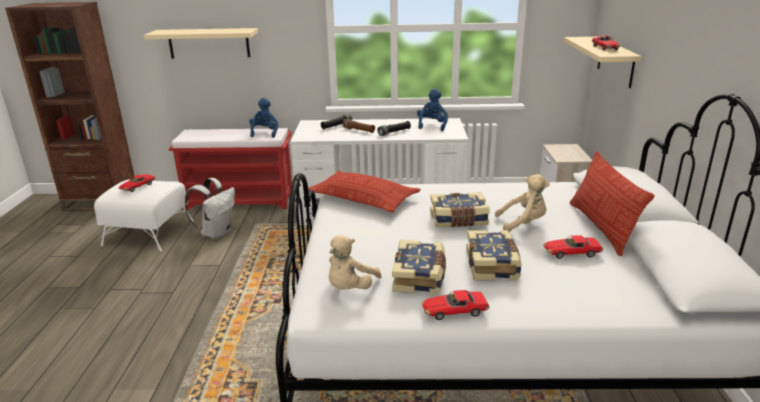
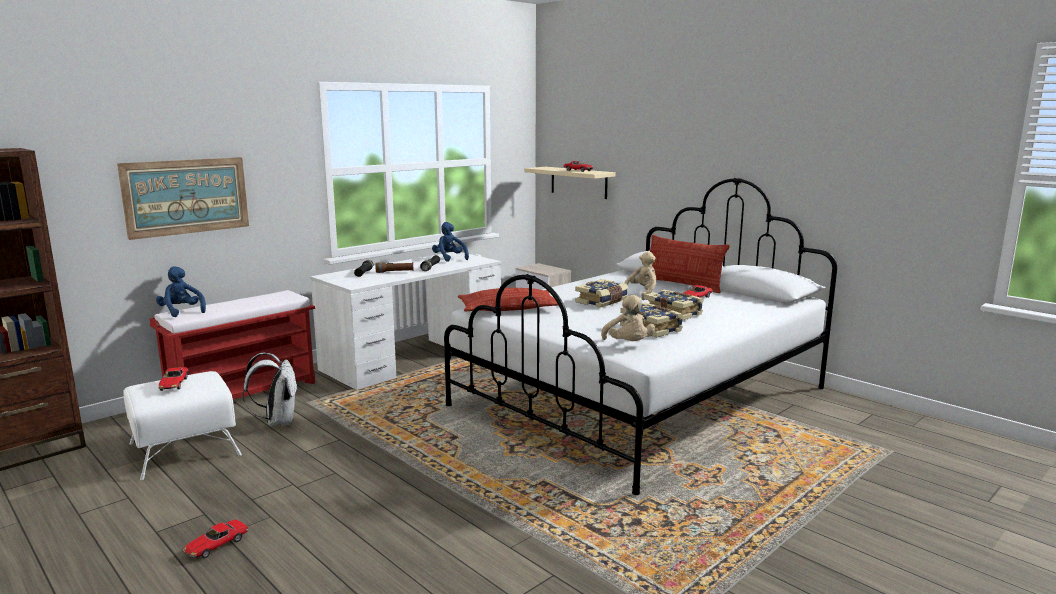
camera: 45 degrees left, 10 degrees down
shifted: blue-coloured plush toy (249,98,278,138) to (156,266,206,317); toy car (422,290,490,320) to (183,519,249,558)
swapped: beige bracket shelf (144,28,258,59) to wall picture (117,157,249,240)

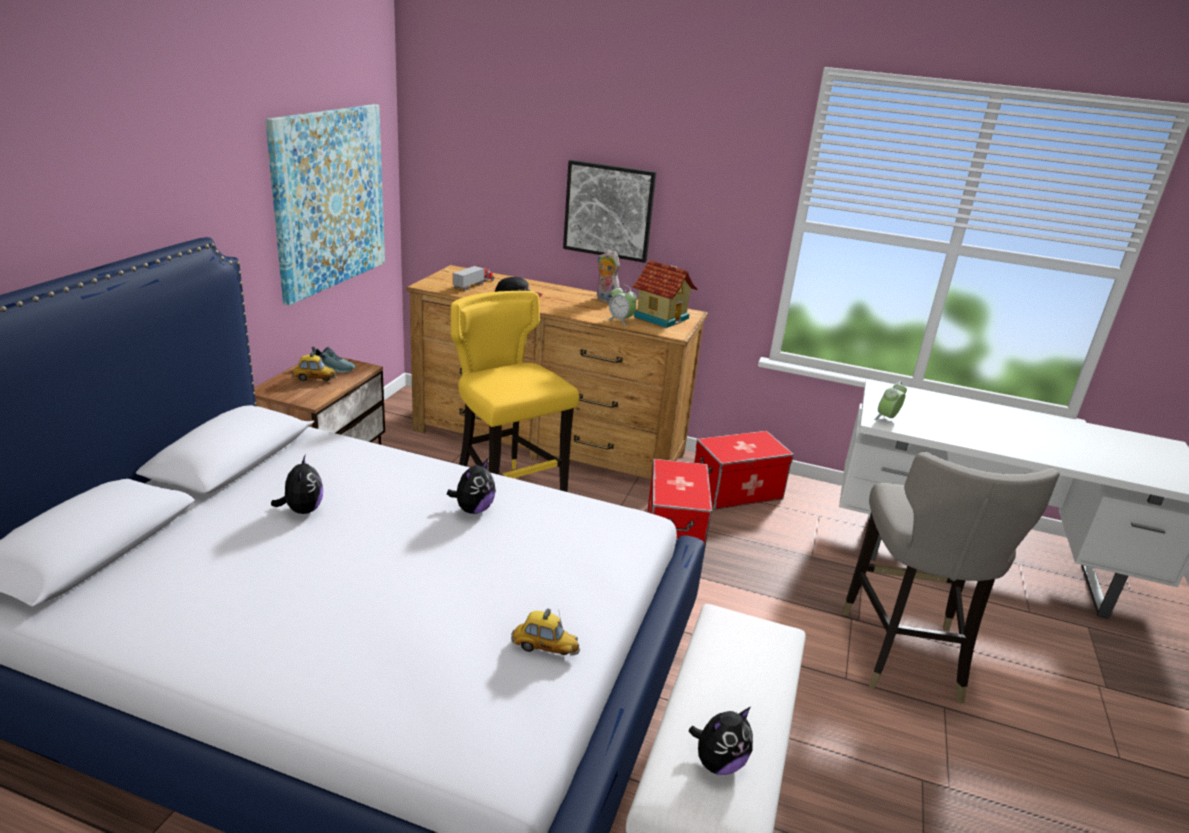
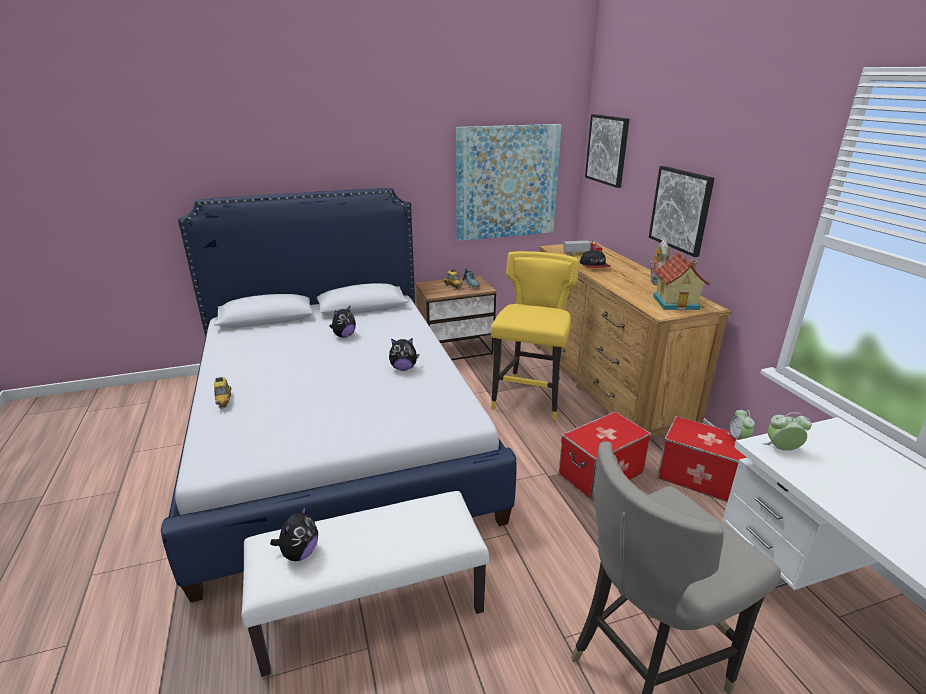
camera: 55 degrees right, 0 degrees up
new: wall picture (585,114,629,188)
shifted: table clock (608,285,637,326) to (727,409,755,442); toy car (511,608,580,656) to (214,377,231,409)
rotated: plush toy (689,707,753,775) = (270,505,318,561) 90 degrees counterclockwise

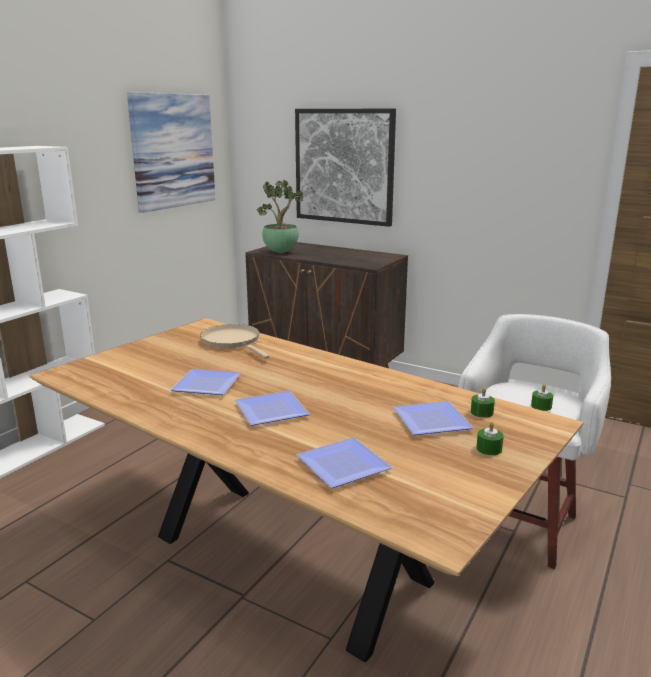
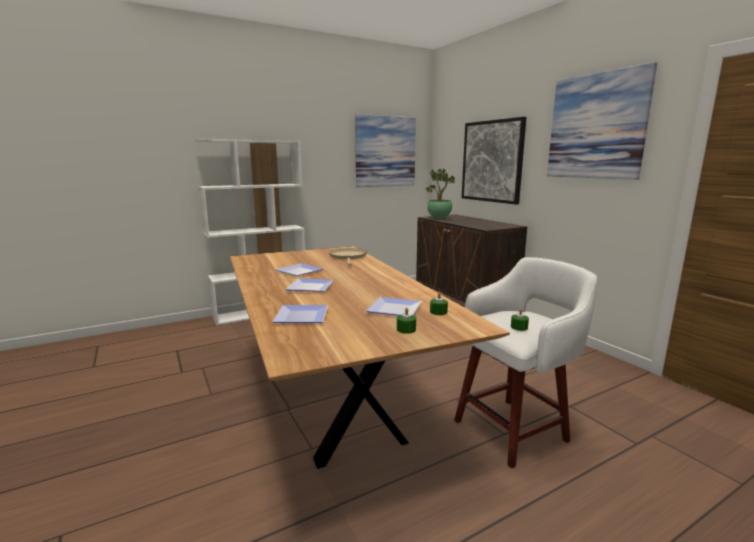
camera: 30 degrees right, 5 degrees down
new: wall picture (547,62,657,180)

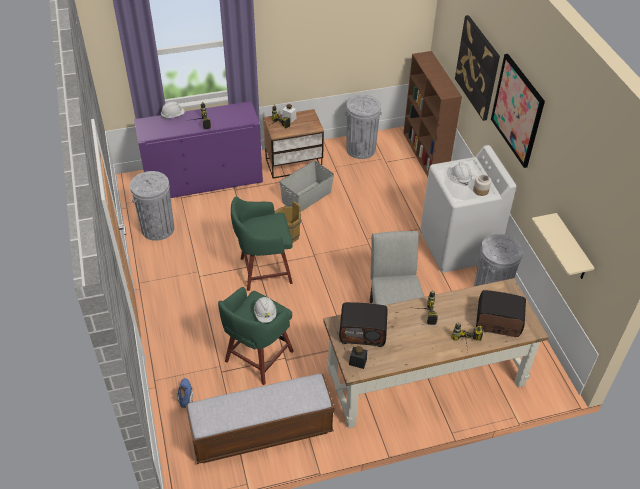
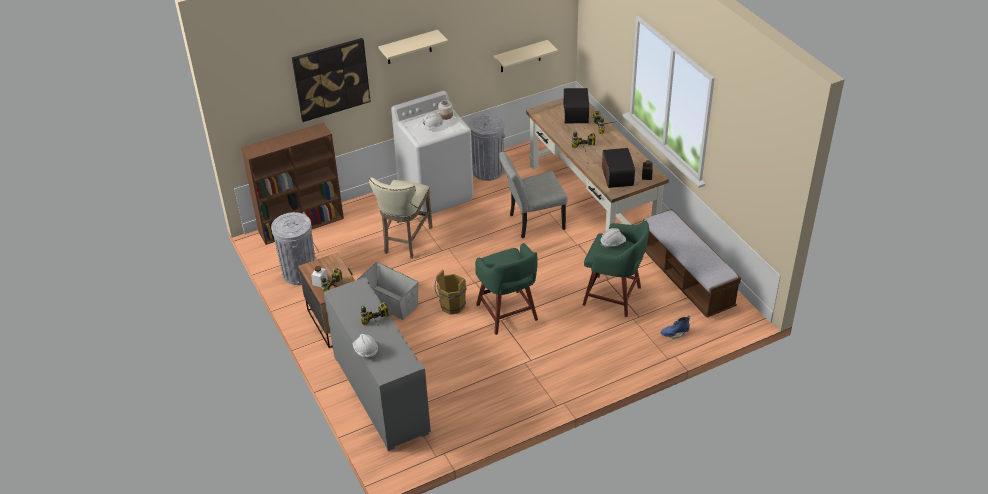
camera: 100 degrees left, 5 degrees down
gone: gray rubbish bin (130,171,174,241)
new: beige stool (369,177,433,259)
swapped: wall picture (491,54,545,168) to beige bracket shelf (378,30,448,64)
repainted: purple storage cabinet (134,101,263,198) to gray storage cabinet (324,277,431,451)

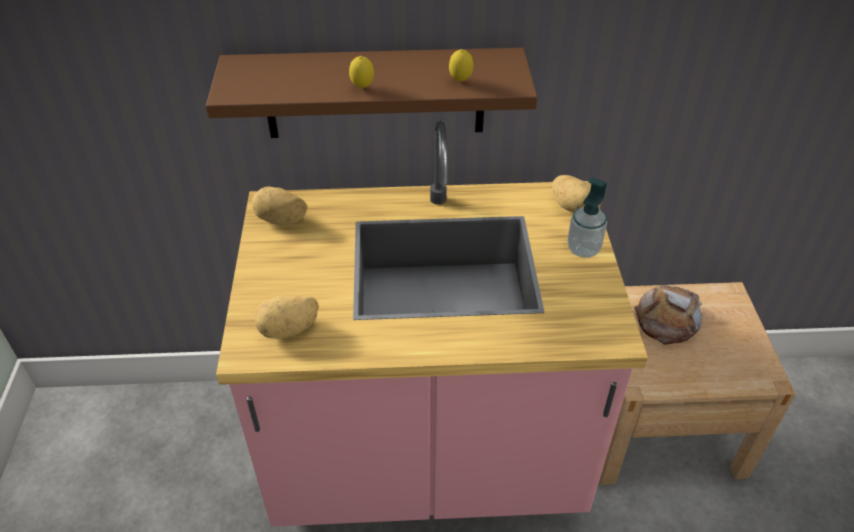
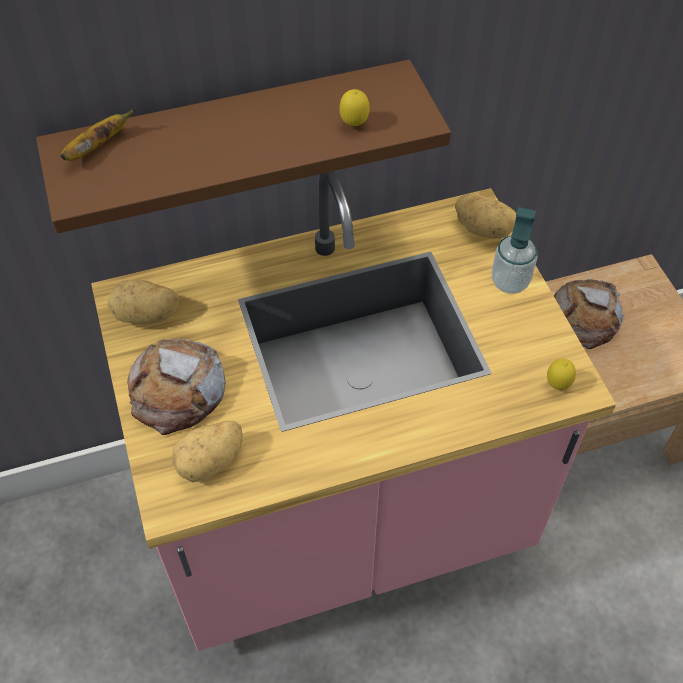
camera: 15 degrees left, 10 degrees up
new: banana fruit (61,108,136,161); bakery bread (127,339,226,435)
shifted: citrus fruit (349,56,374,89) to (547,359,576,390)

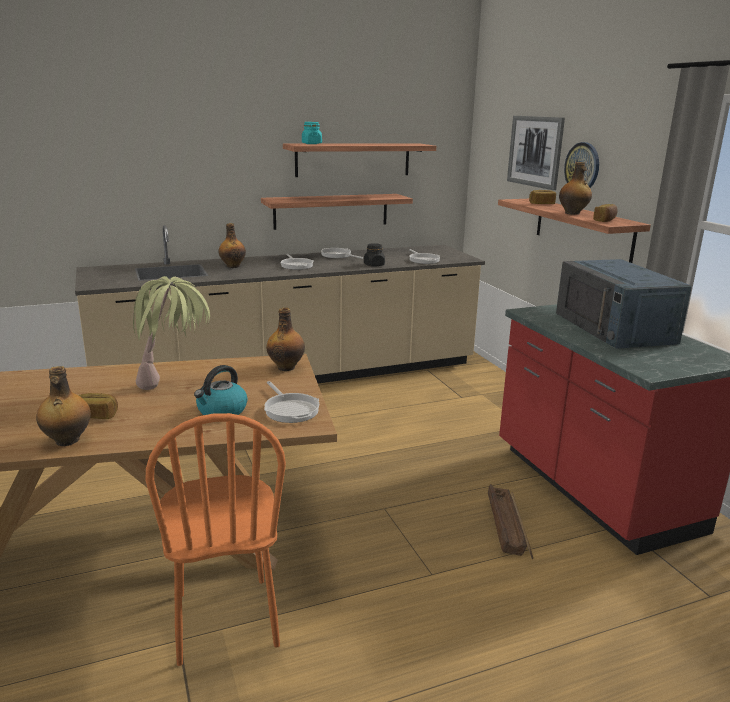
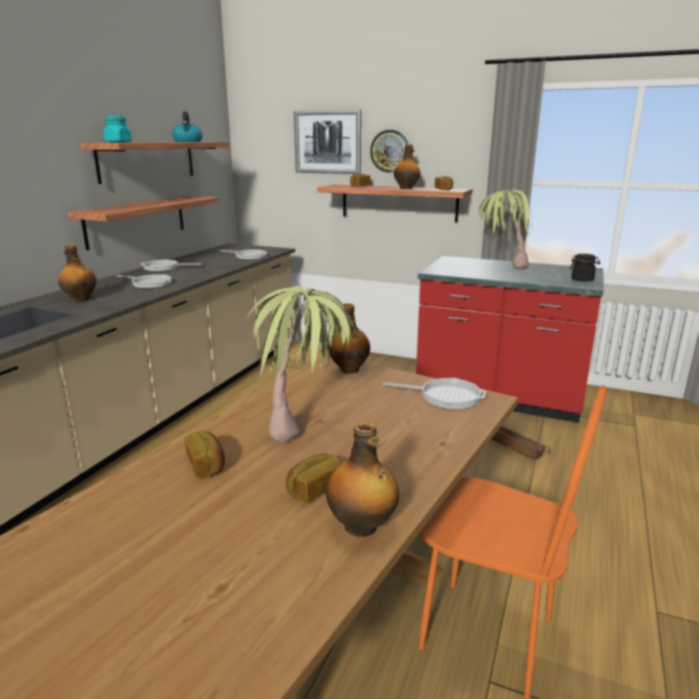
camera: 45 degrees left, 0 degrees up
new: bakery bread (184,431,225,478)
shifted: black-coloured preserve jar (364,243,385,267) to (569,254,600,281); kettle (194,365,248,415) to (172,111,203,142)
swapped: blue-coloured microwave oven (556,259,692,349) to houseplant (479,190,532,269)

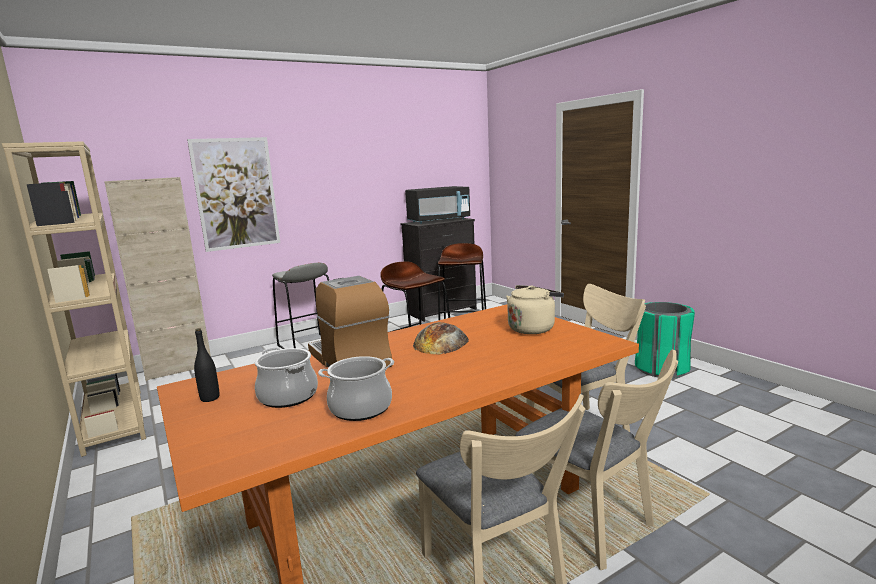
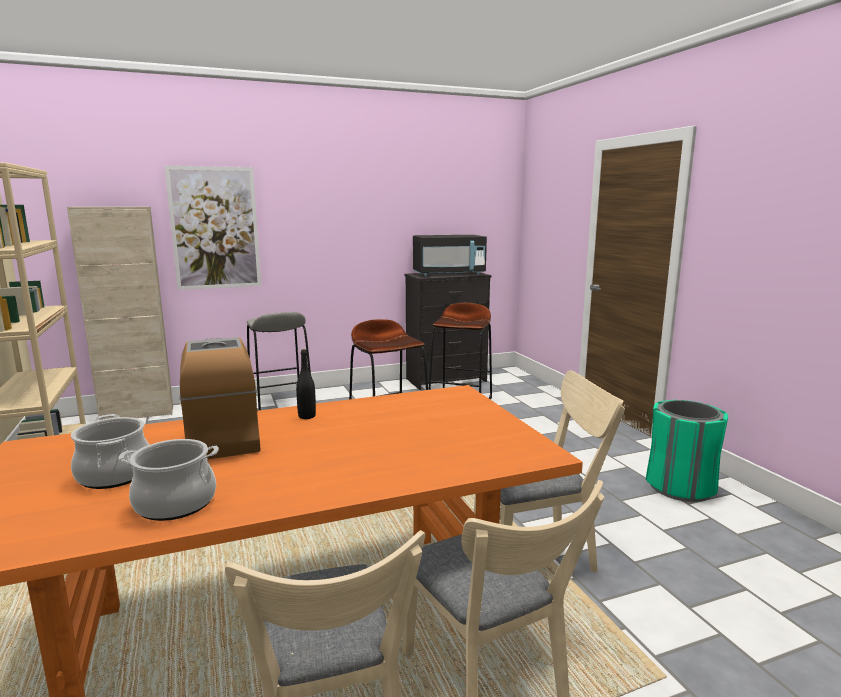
camera: 10 degrees right, 0 degrees up
gone: beige kettle (506,285,564,334); bakery bread (413,322,469,355)
shifted: black-coloured bottle (194,328,219,402) to (296,349,316,419)

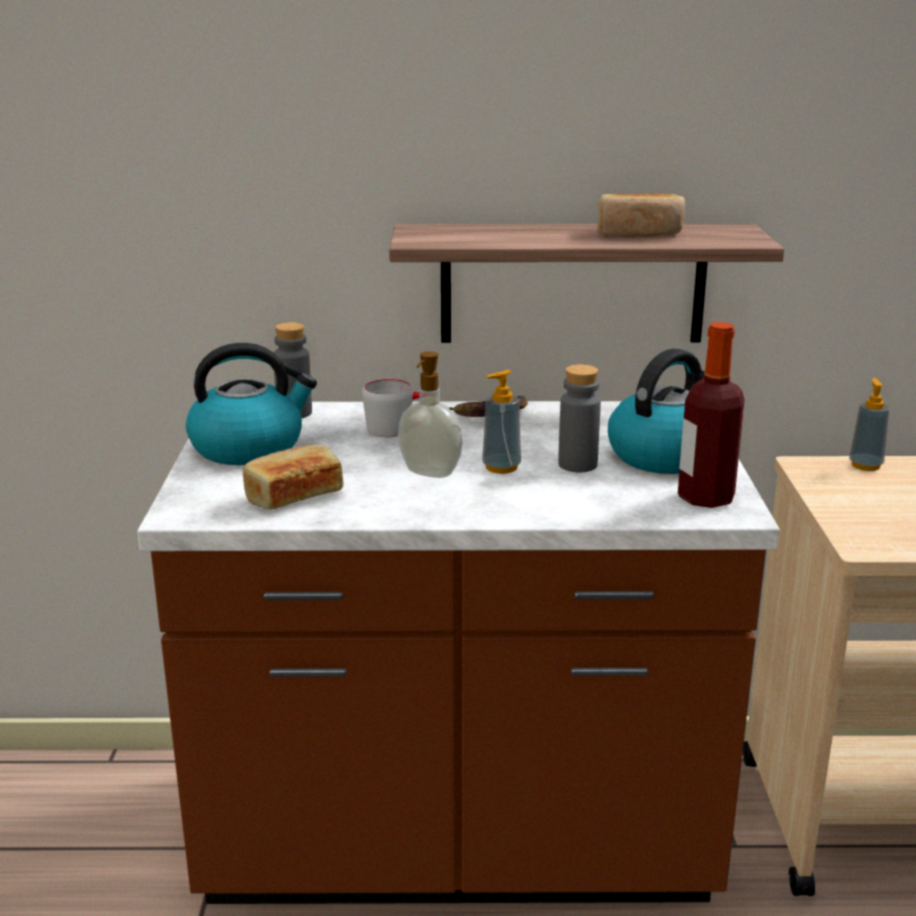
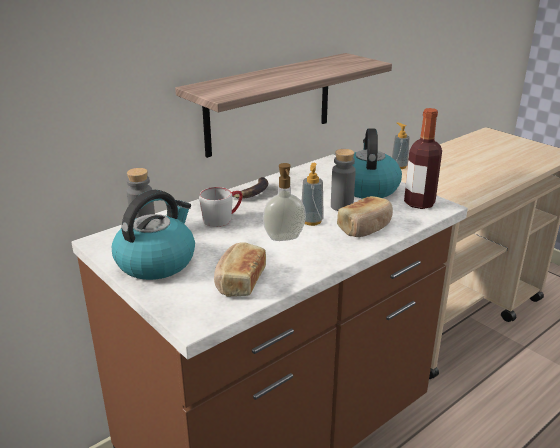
camera: 40 degrees left, 5 degrees up
shifted: bakery bread (597,193,685,237) to (337,196,393,237)

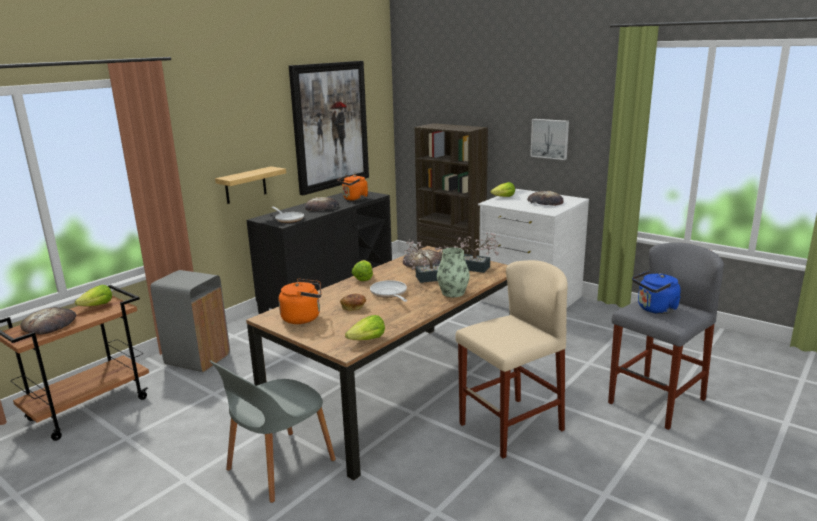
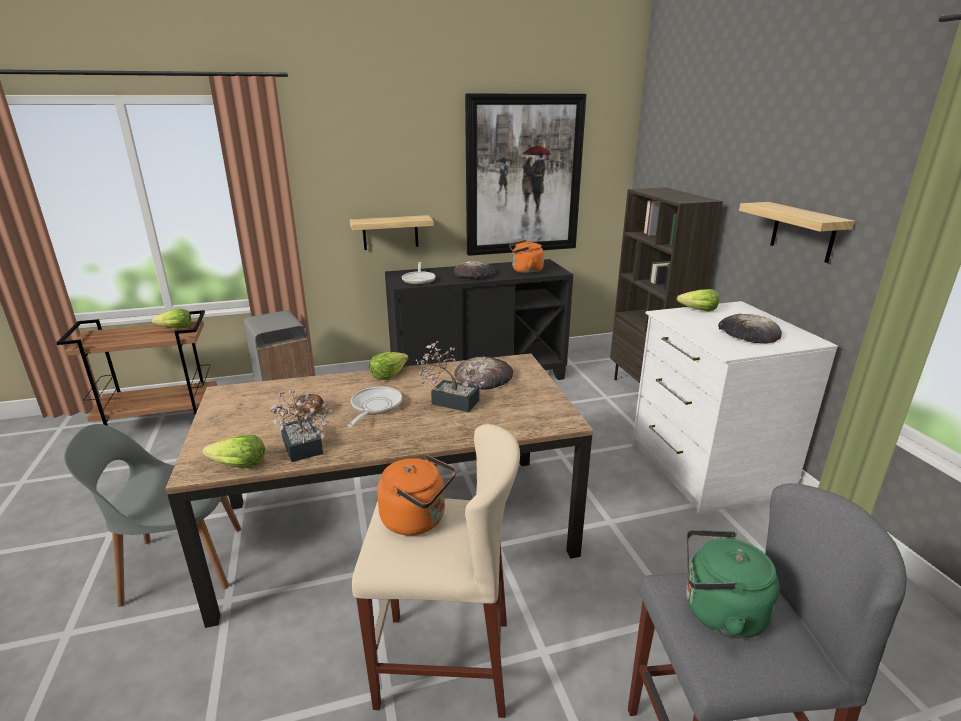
camera: 35 degrees right, 5 degrees up
gone: vase (437,248,470,297); bakery bread (20,307,77,335)
shifted: houseplant (454,232,500,273) to (270,389,333,462); orange-coloured kettle (279,279,321,324) to (377,454,457,535)
swapped: wall picture (530,119,569,160) to bracket shelf (739,202,855,263)
repainted: blue-coloured kettle (632,271,681,314) to green-coloured kettle (686,530,780,639)

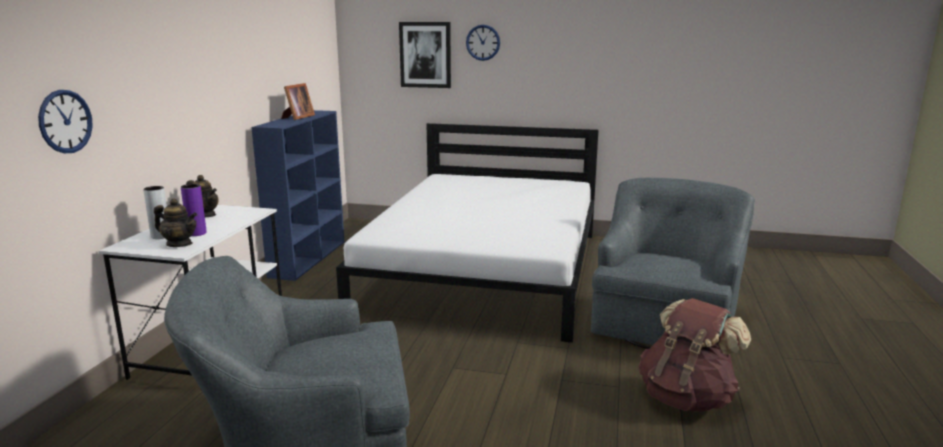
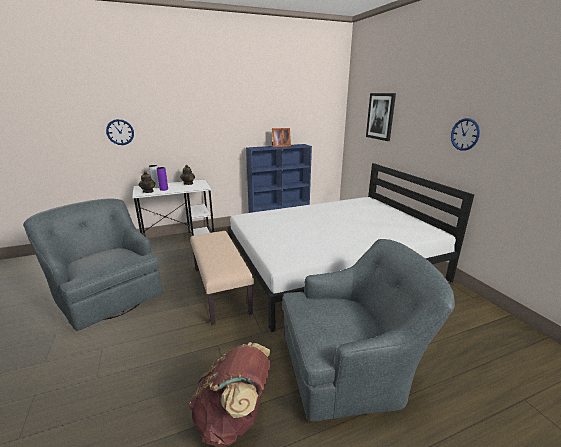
camera: 55 degrees right, 5 degrees up
new: beige bench (190,231,254,325)
shifted: hanging clock (466,25,500,61) to (451,118,480,151)

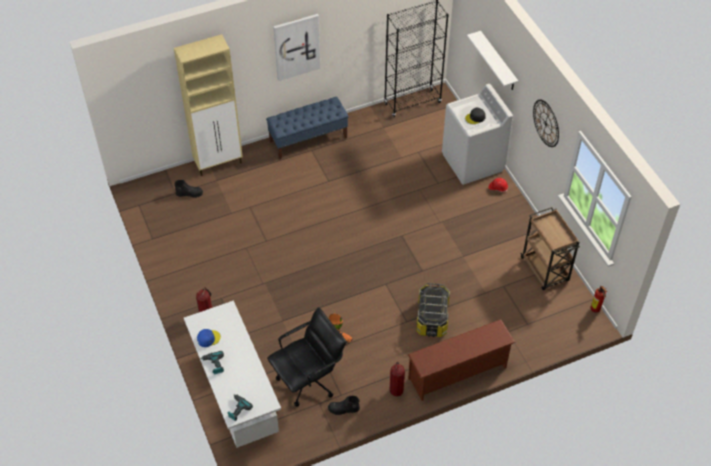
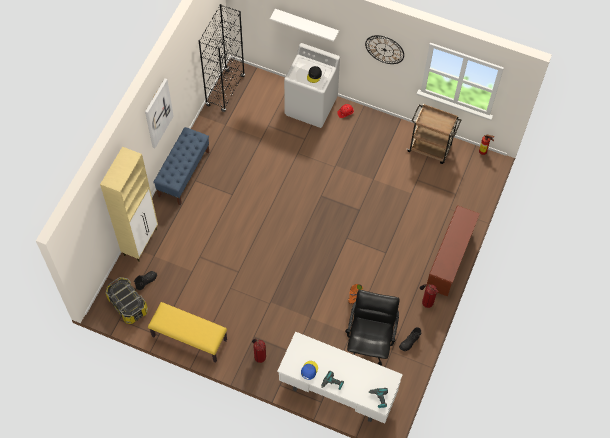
camera: 45 degrees left, 10 degrees up
new: yellow-coloured bench (148,302,227,363)
shifted: storage bin (416,283,450,337) to (106,277,148,324)

